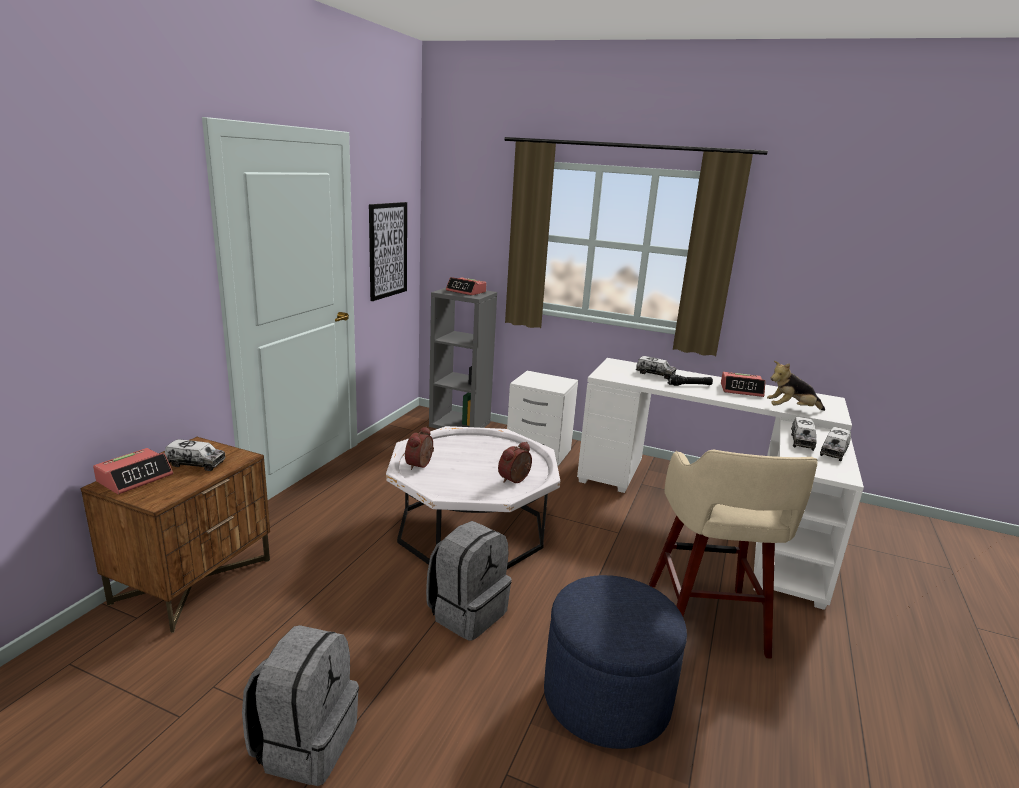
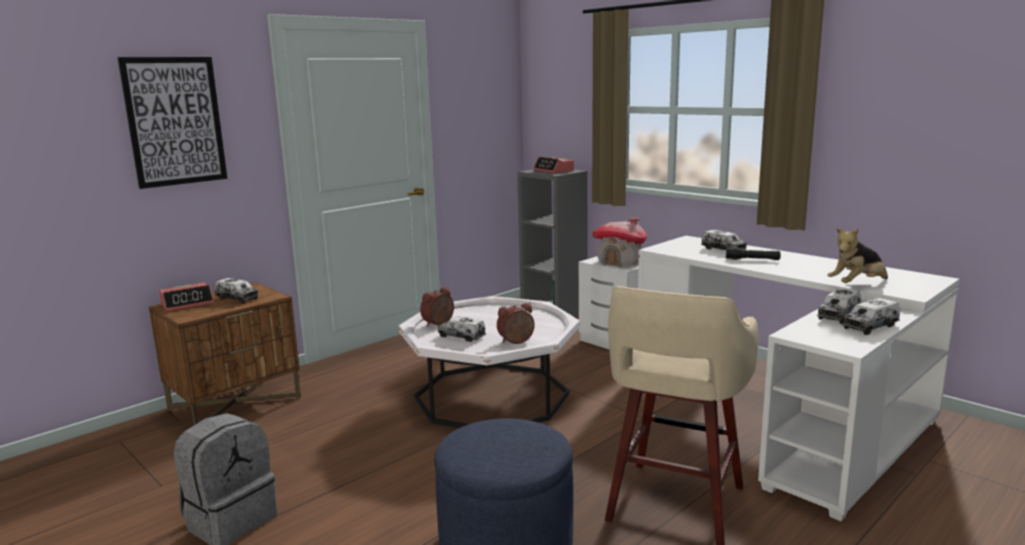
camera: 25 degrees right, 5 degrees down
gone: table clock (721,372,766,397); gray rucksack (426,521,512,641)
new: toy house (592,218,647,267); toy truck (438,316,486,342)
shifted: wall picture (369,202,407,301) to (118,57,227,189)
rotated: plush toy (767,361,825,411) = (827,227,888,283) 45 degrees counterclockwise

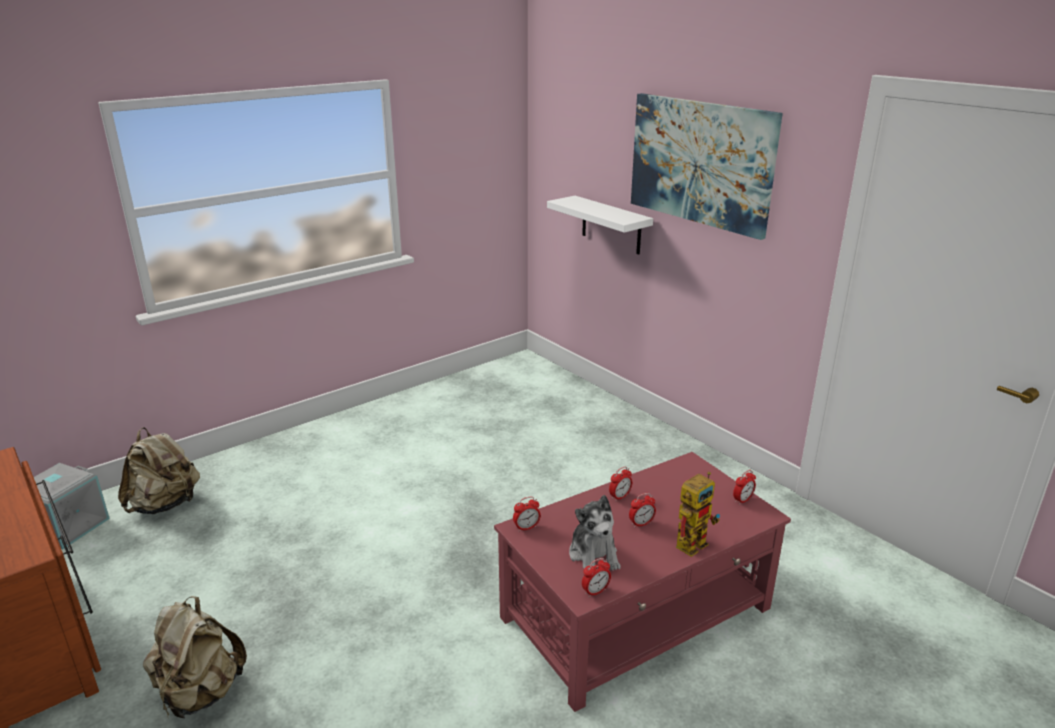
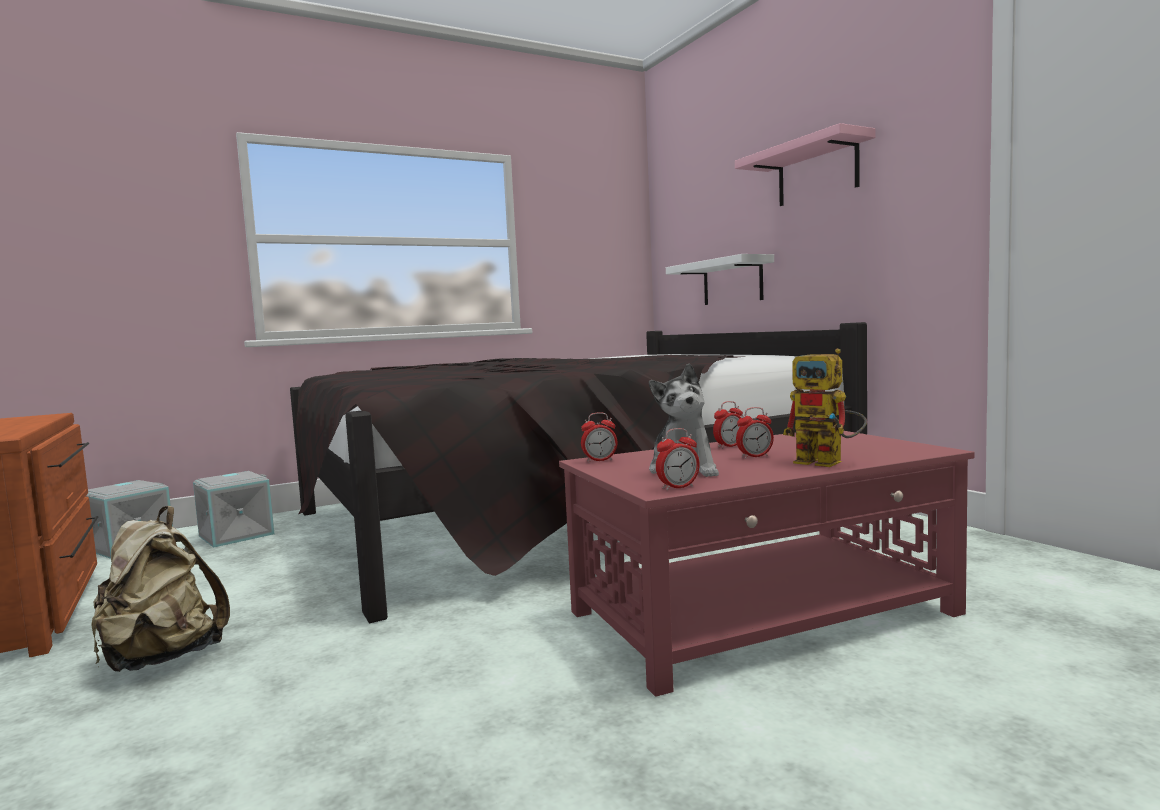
camera: 10 degrees right, 20 degrees down
gone: table clock (733,470,756,505)
new: black-coloured sleeping bed (290,322,867,623)
swapped: wall picture (631,93,783,240) to pink bracket shelf (735,123,876,206); beige rucksack (118,427,200,514) to gray storage bin (193,471,274,548)
rotated: model robot (676,472,720,557) = (783,349,867,467) 75 degrees clockwise

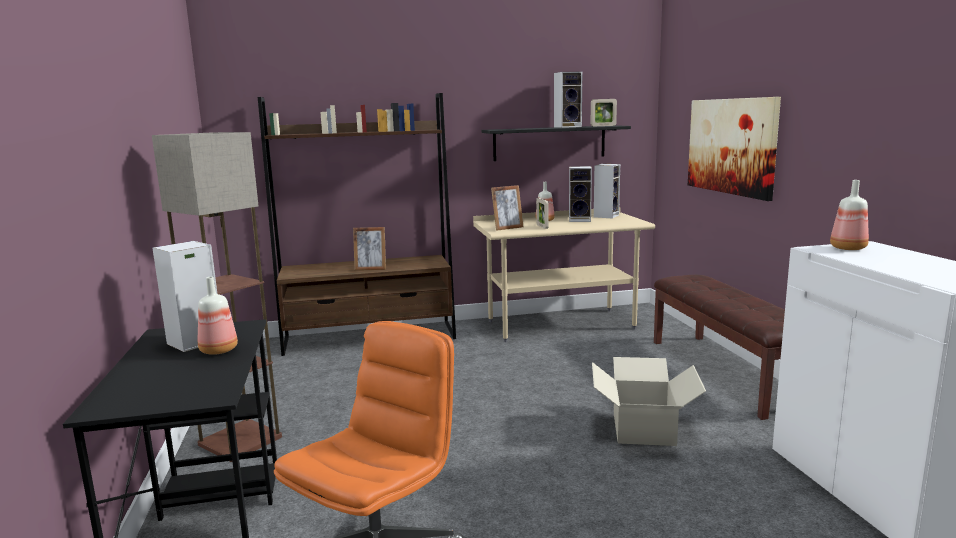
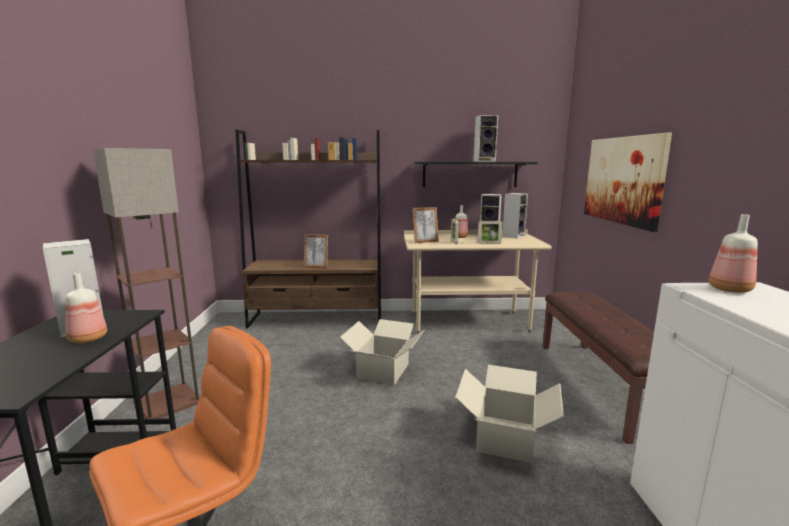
camera: 10 degrees right, 0 degrees up
new: packing box (340,319,424,385)
shifted: photo frame (591,99,617,126) to (478,221,502,244)

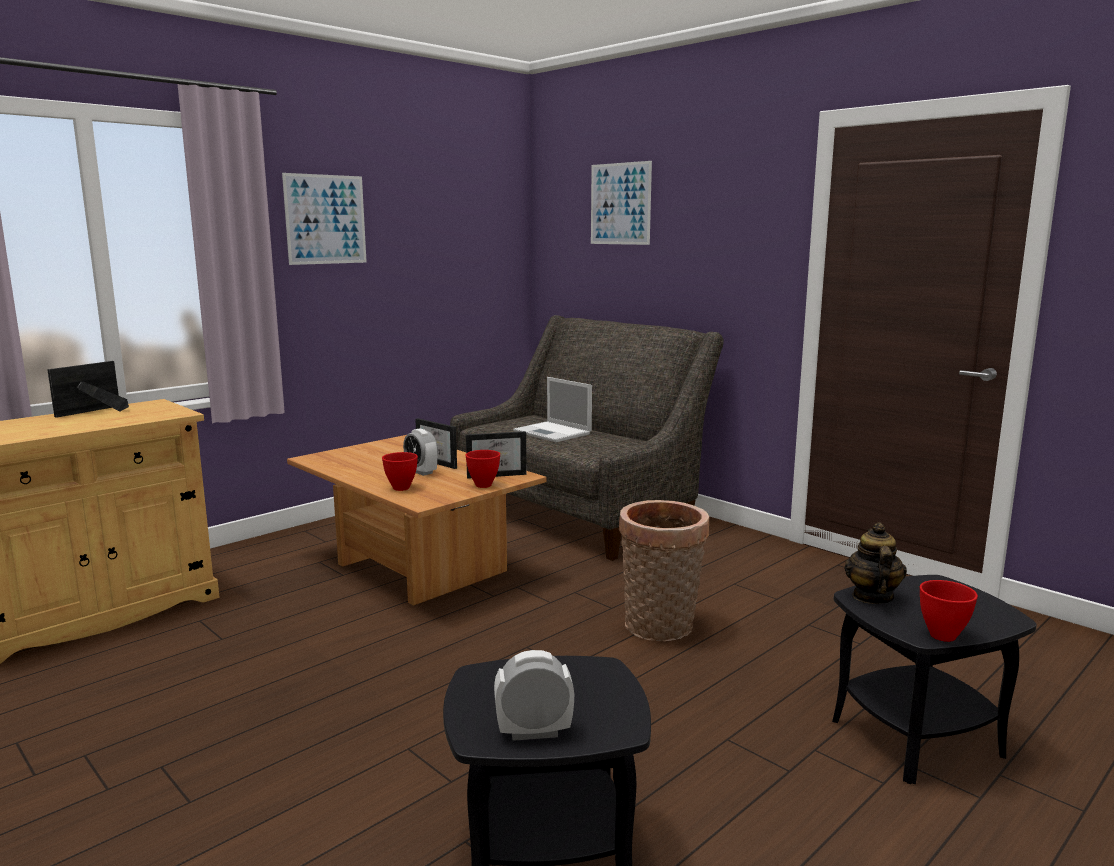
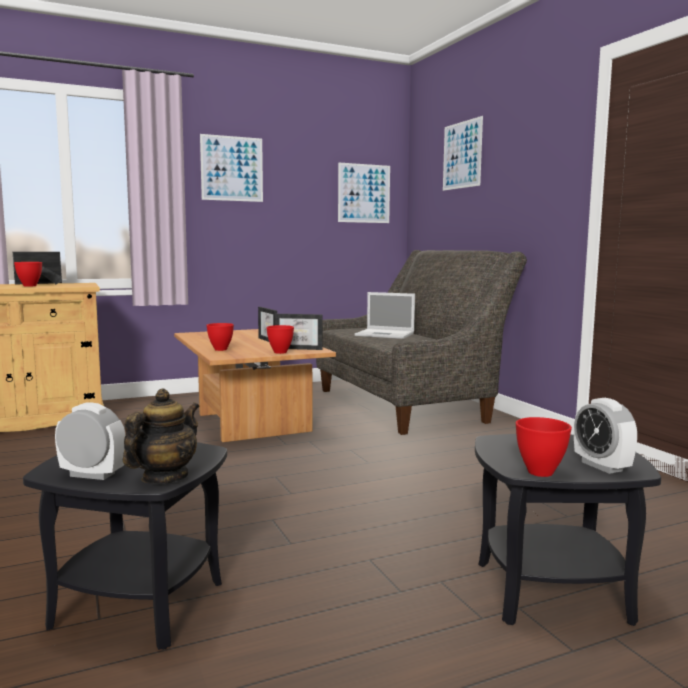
camera: 20 degrees right, 5 degrees down
gone: household basket (619,500,709,641)
new: wall picture (338,163,390,223); red-coloured deep dish (14,262,42,287)
shifted: table clock (403,428,438,476) to (574,398,637,474); pot for tea (844,522,907,604) to (123,388,200,484)
rotated: notebook computer (513,377,592,442) = (355,292,415,339) 45 degrees counterclockwise

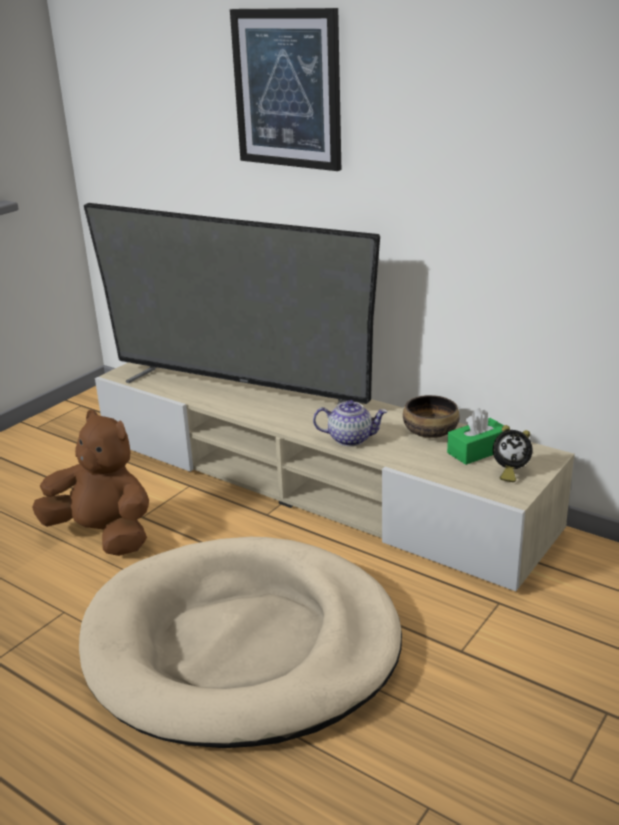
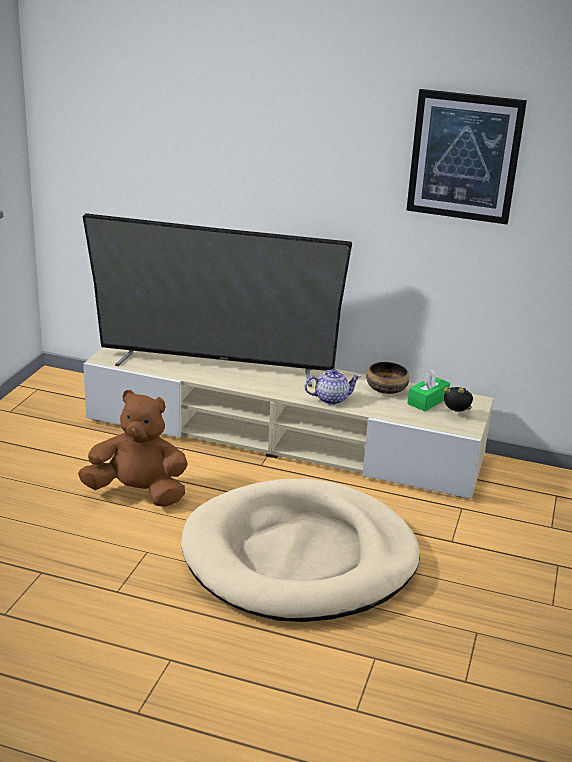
camera: 20 degrees left, 0 degrees up
shifted: wall picture (230,8,341,171) to (406,89,527,224)
rotated: table clock (493,425,533,482) = (444,387,473,412) 135 degrees counterclockwise

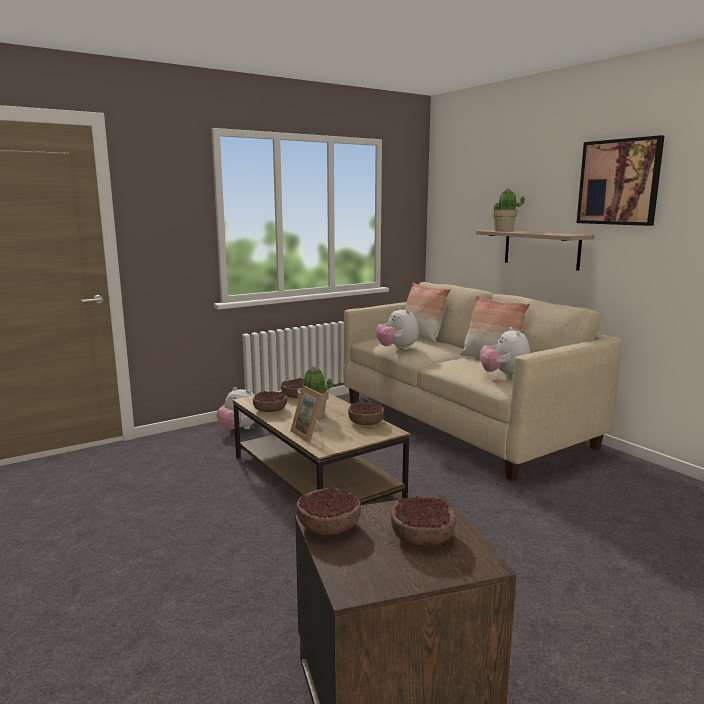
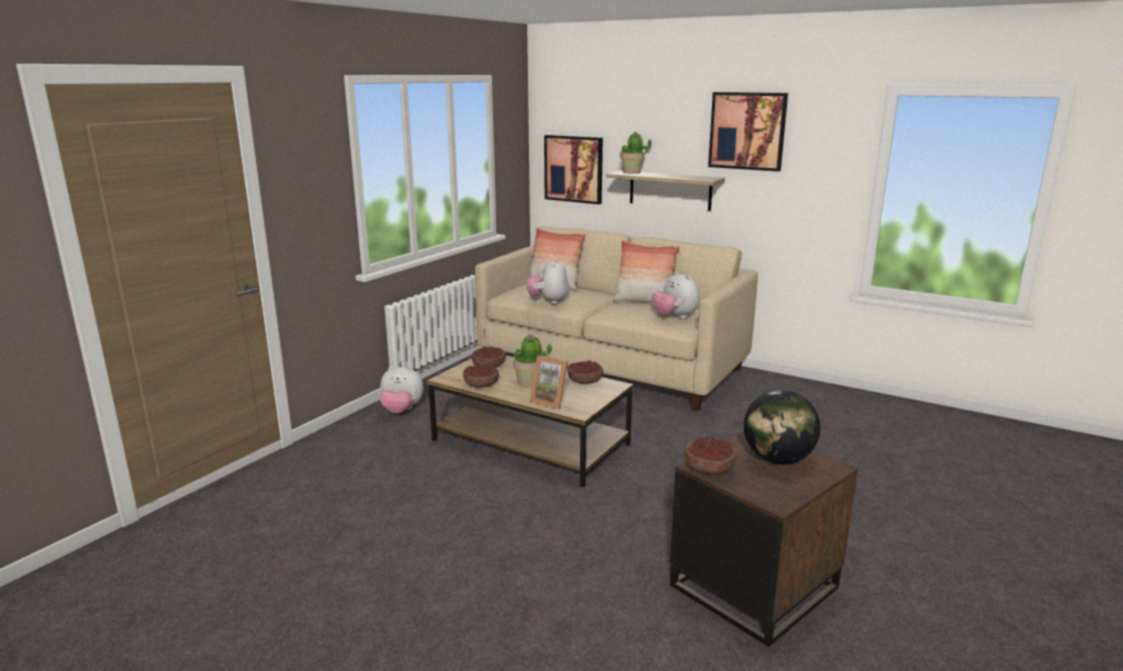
camera: 25 degrees left, 5 degrees up
new: wall picture (544,135,603,204)
swapped: deep dish (391,496,456,546) to globe (744,390,821,464)
rotated: plush toy (376,307,419,350) = (527,259,569,304) 60 degrees clockwise

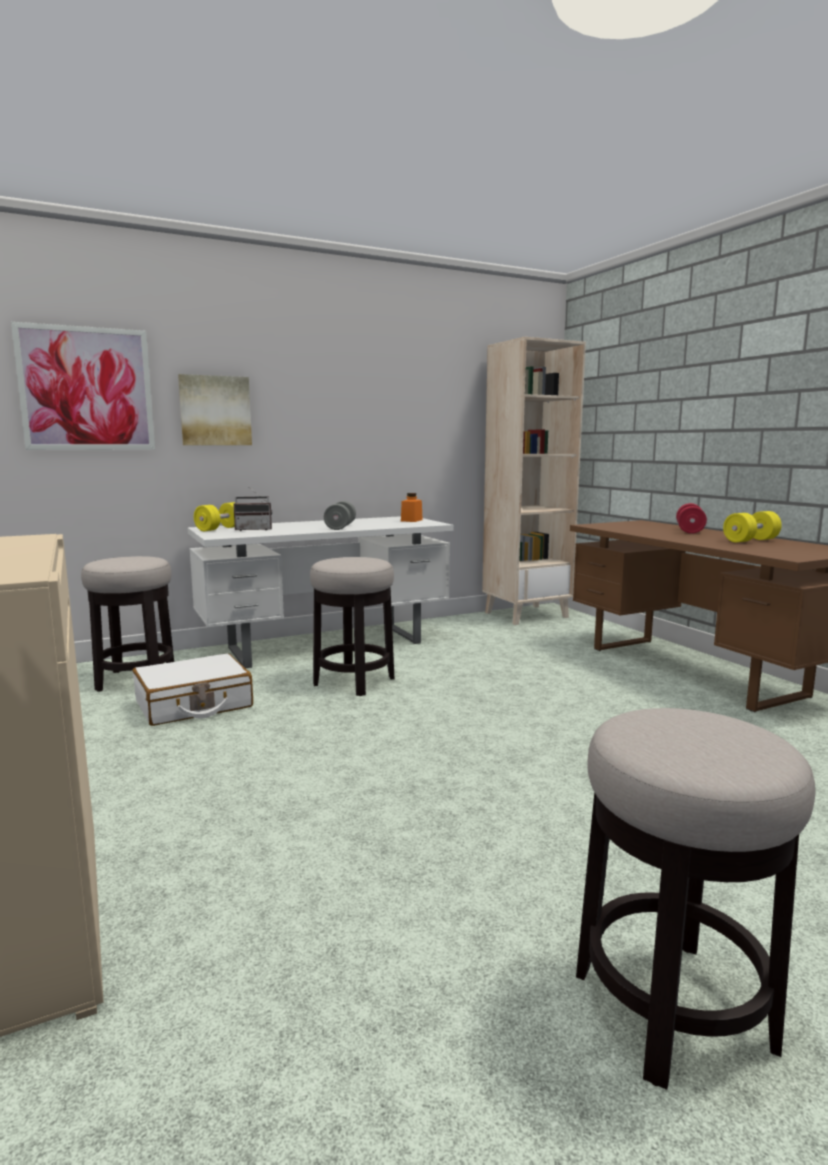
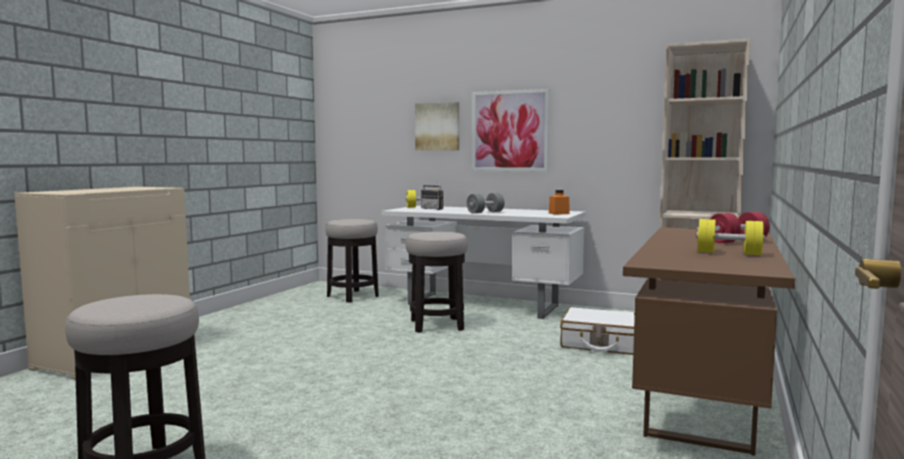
camera: 50 degrees right, 5 degrees down
shifted: wall picture (11,322,155,450) to (472,89,550,172); white piece of luggage (132,653,253,726) to (560,307,635,355)

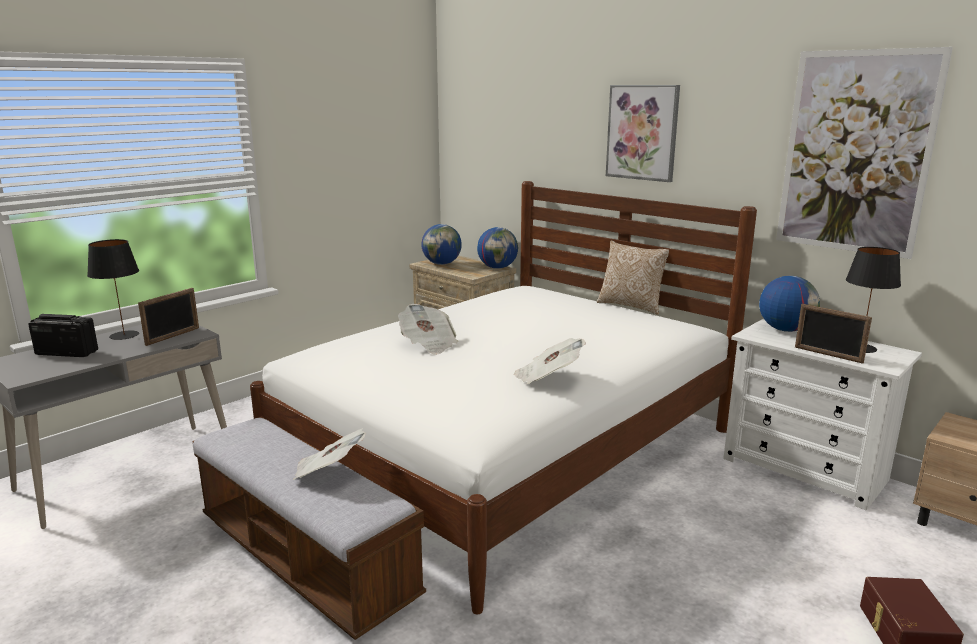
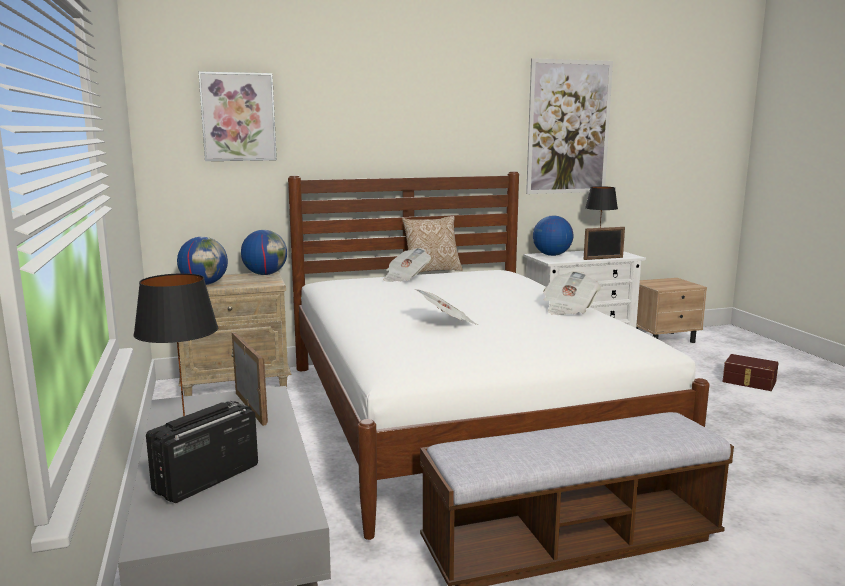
camera: 60 degrees left, 5 degrees down
shifted: wall picture (606,85,680,182) to (198,72,277,161); newspaper (293,428,366,480) to (383,248,431,282)

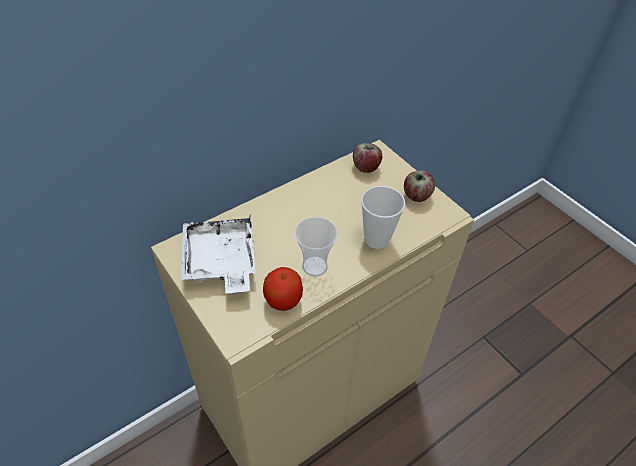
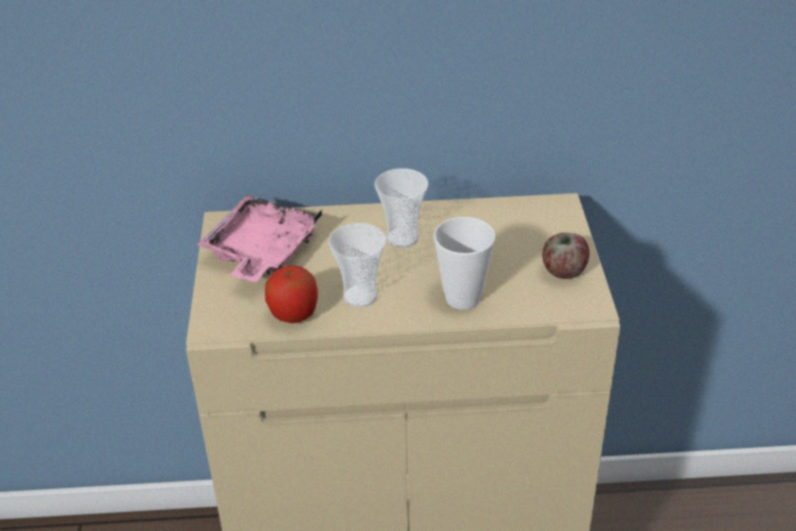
camera: 35 degrees right, 10 degrees down
gone: whole apple (353,143,382,173)
new: cup (374,168,428,248)
repainted: white serving tray (181,214,255,293) to pink serving tray (197,195,322,282)

